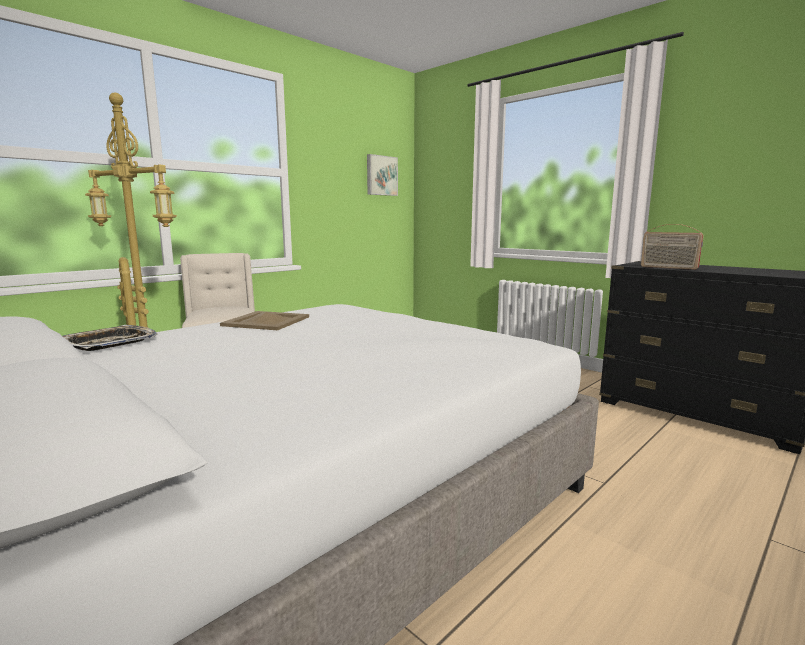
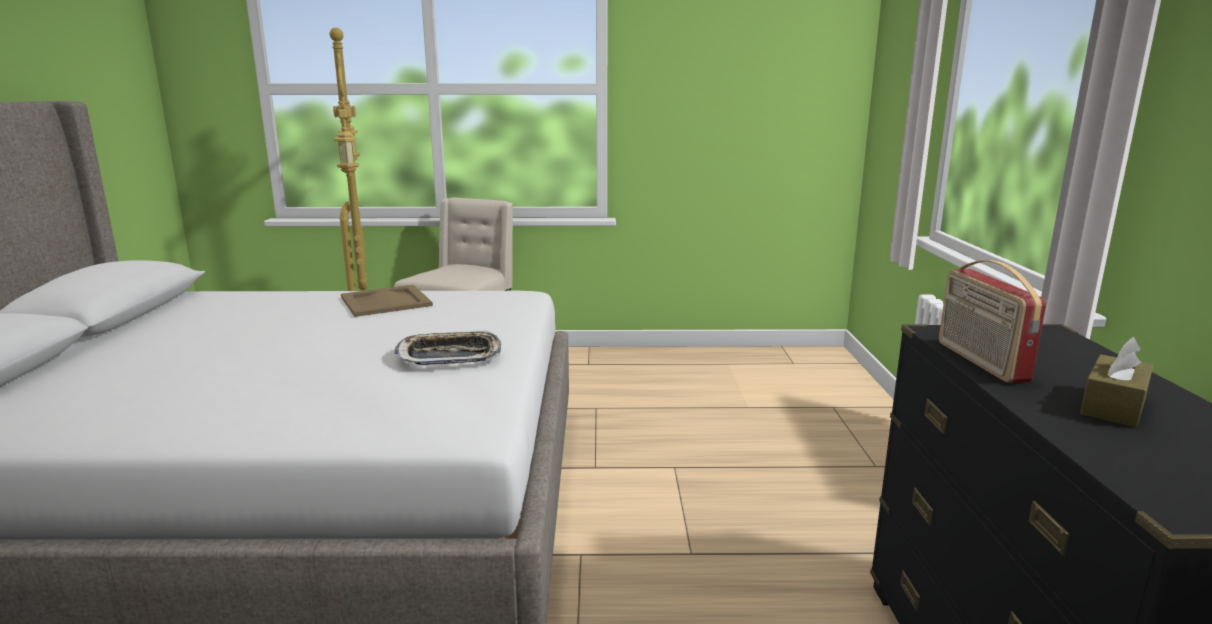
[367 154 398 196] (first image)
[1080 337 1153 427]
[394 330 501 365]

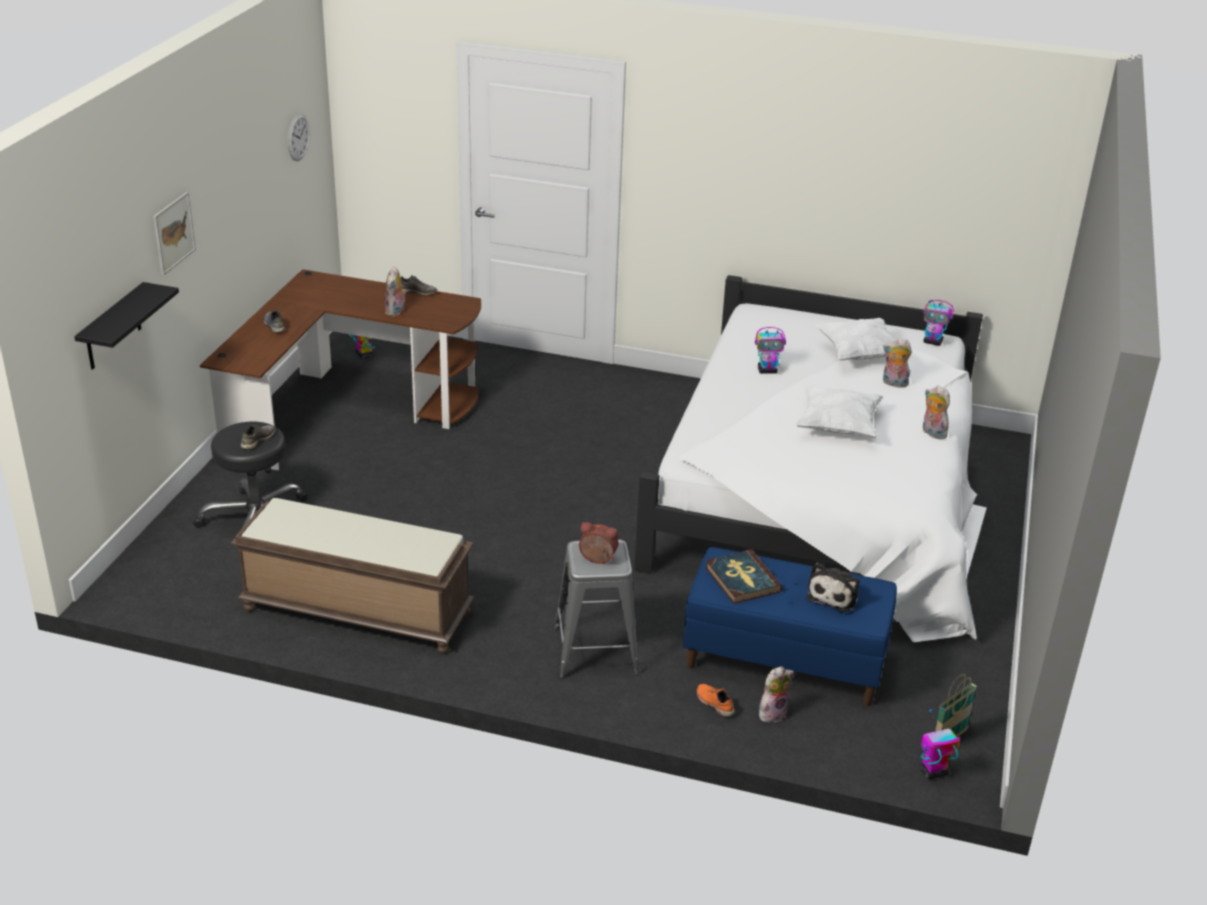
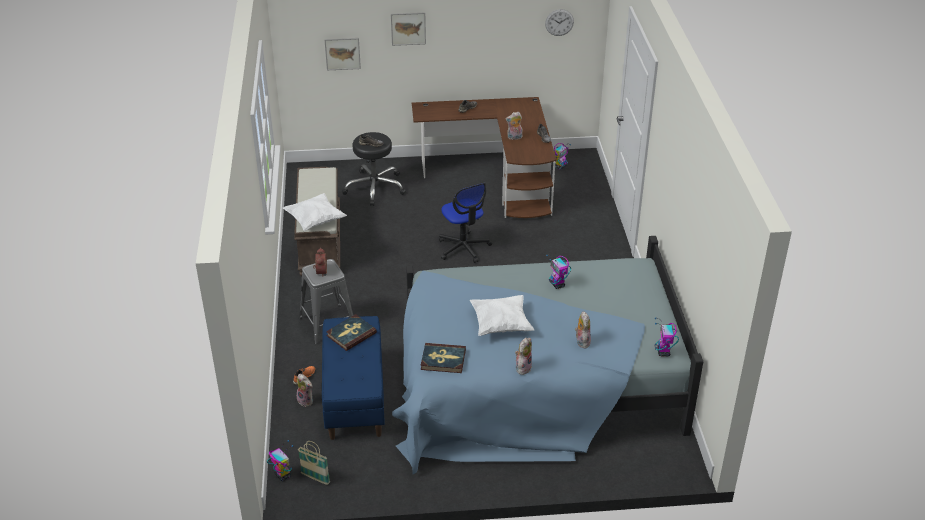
[806 563 860 612] (first image)
[421 343 466 373]
[439 183 492 263]
[283 193 347 231]
[324 38 361 70]
[392 236 704 474]

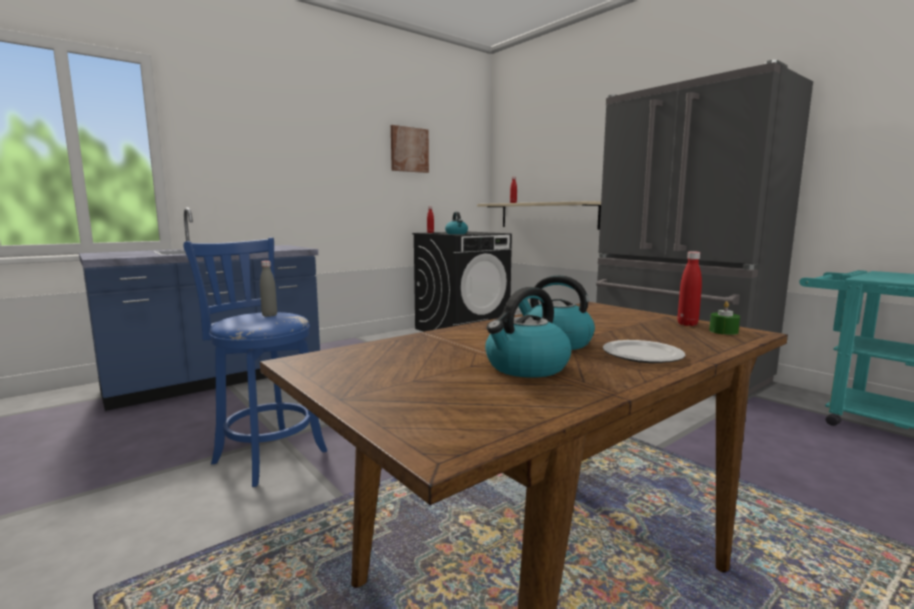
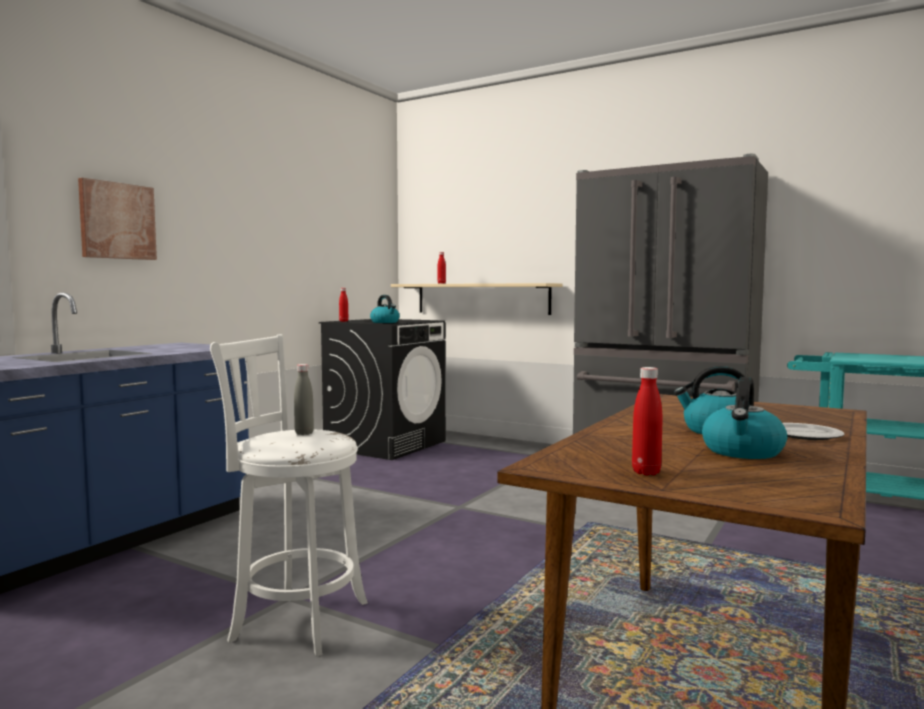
[709 301 740 335] (first image)
[78 178 157 260]
[632 367 662 475]
[210 334 368 657]

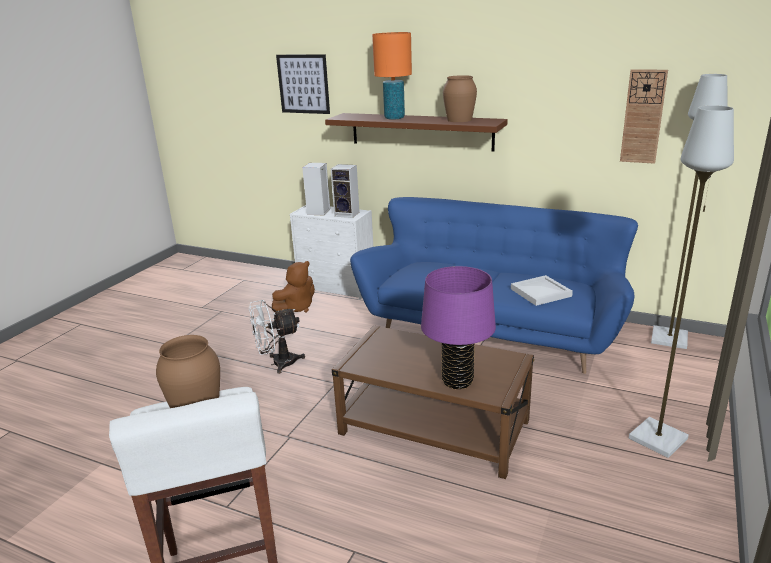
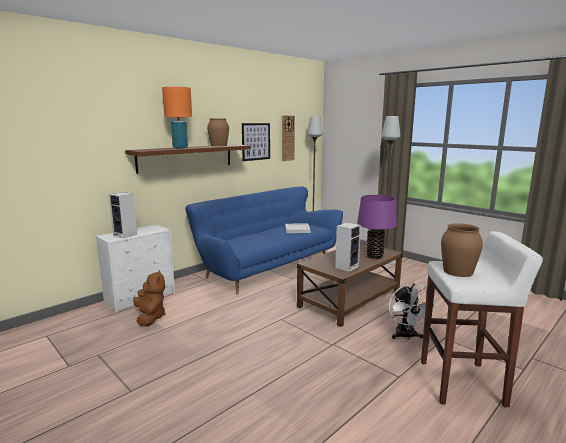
[389 283 437 340]
[242 123 270 161]
[335 222 361 272]

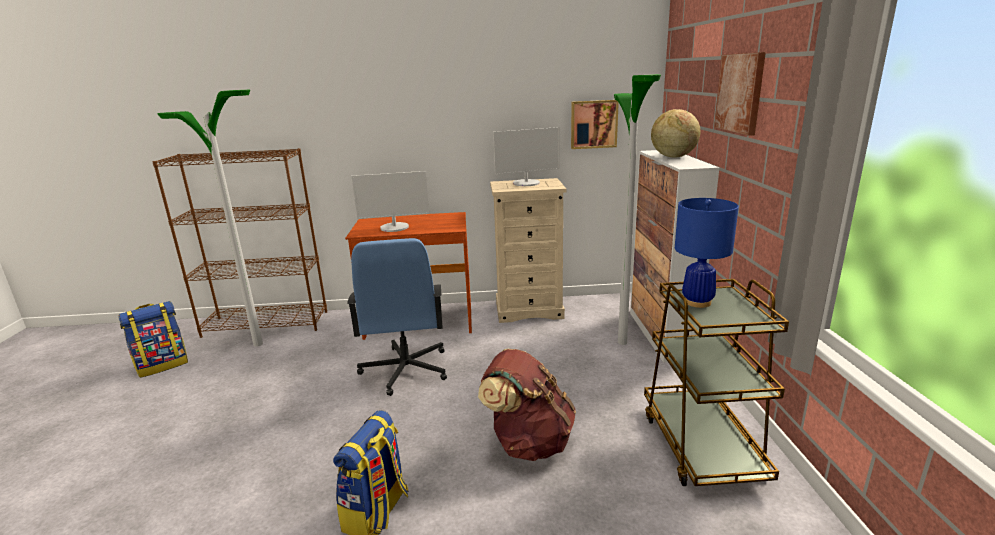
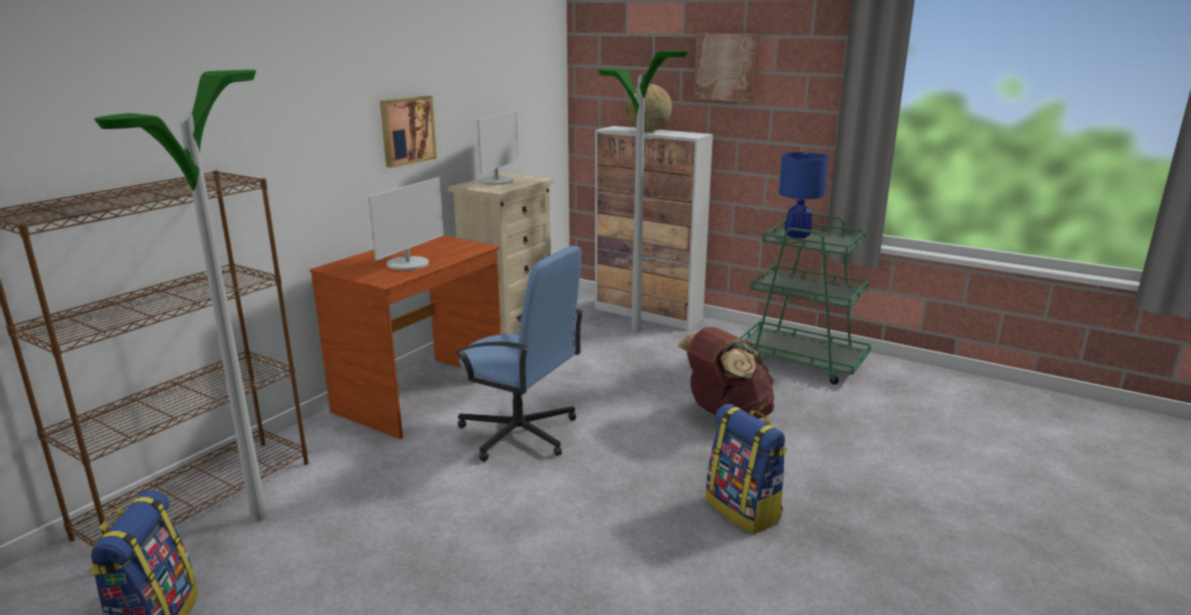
[380 96 437 168]
[740 213 871 385]

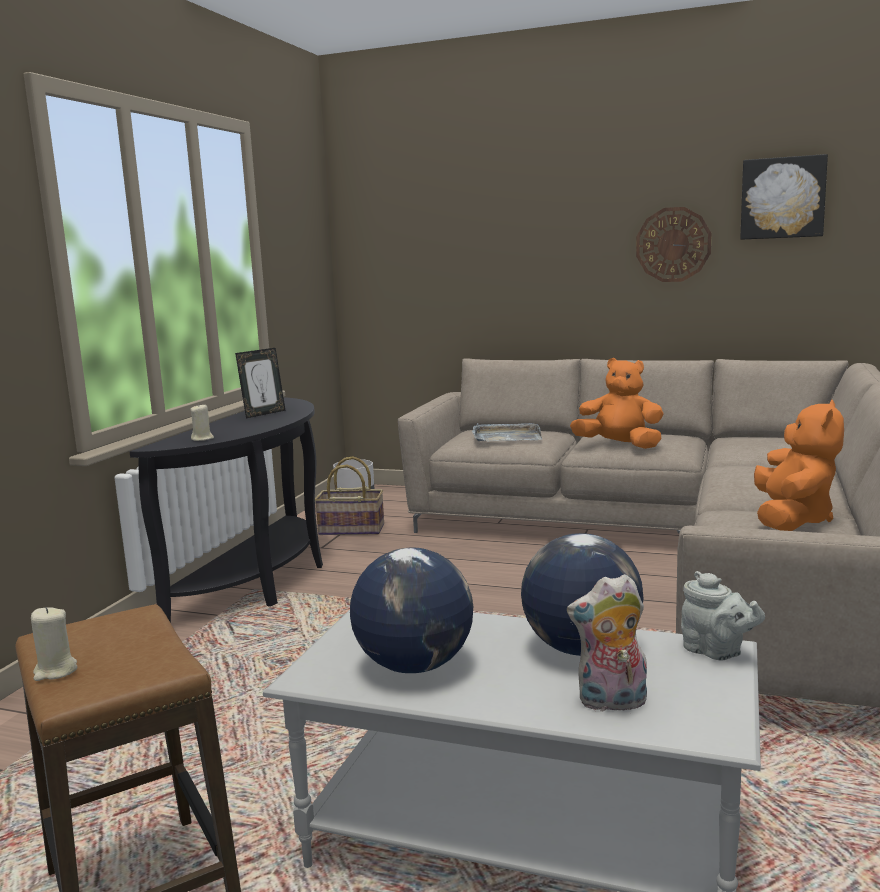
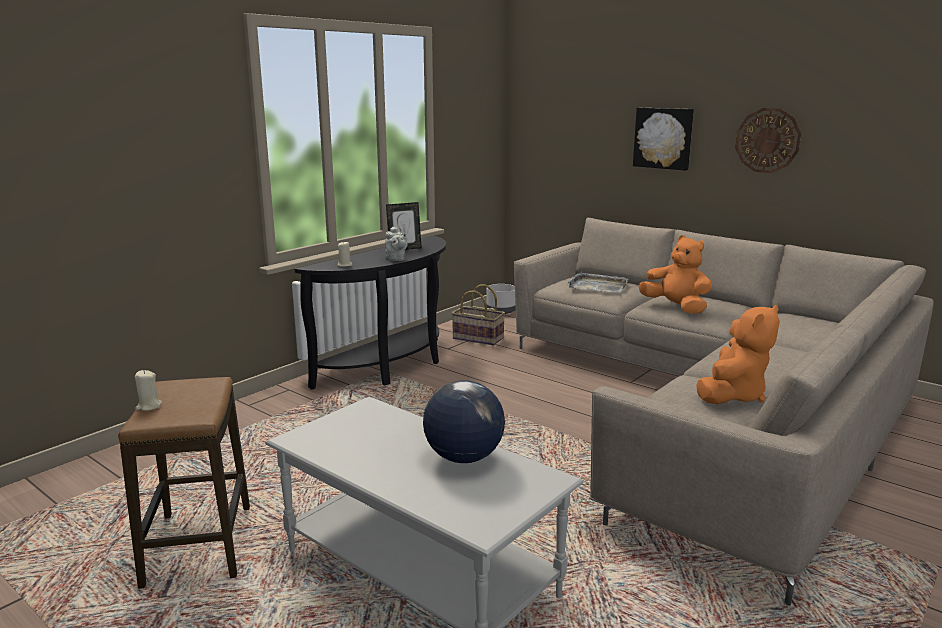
[350 548 473 673] (first image)
[567 574 647 714] (first image)
[385 226 408 261]
[633 108 694 171]

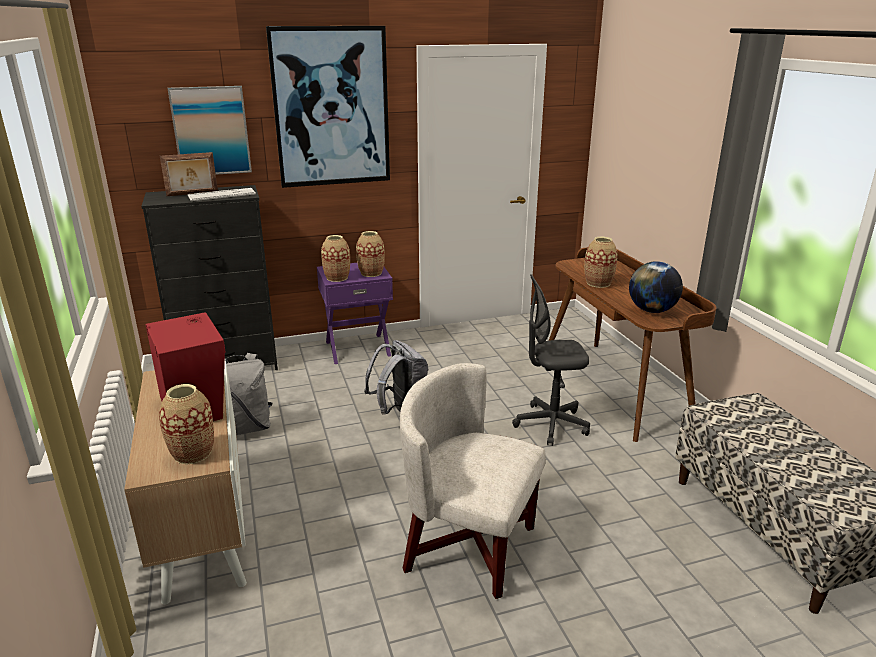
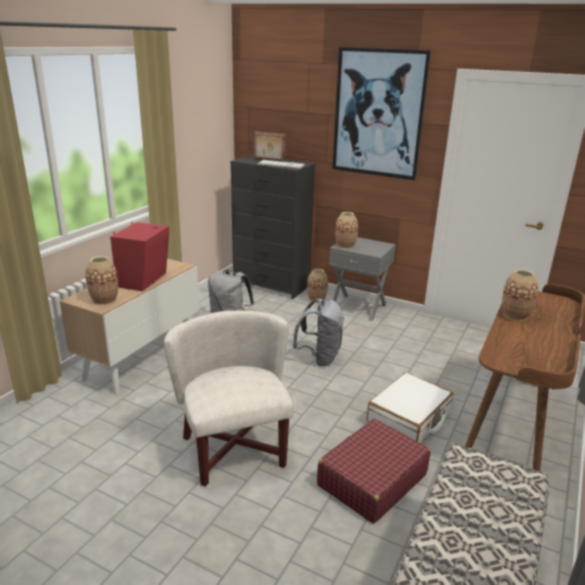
[167 86 252 175] (first image)
[629 261 683 313] (first image)
[317 419 431 523]
[307 269 328 303]
[367 372 453 443]
[329 237 396 321]

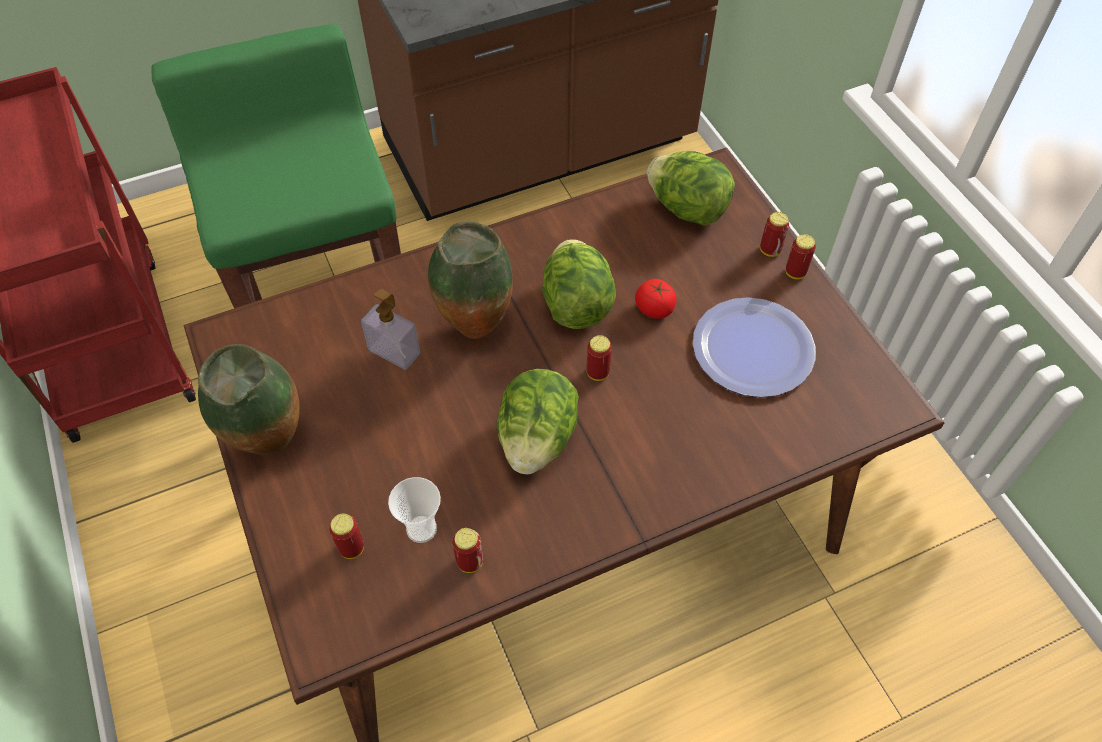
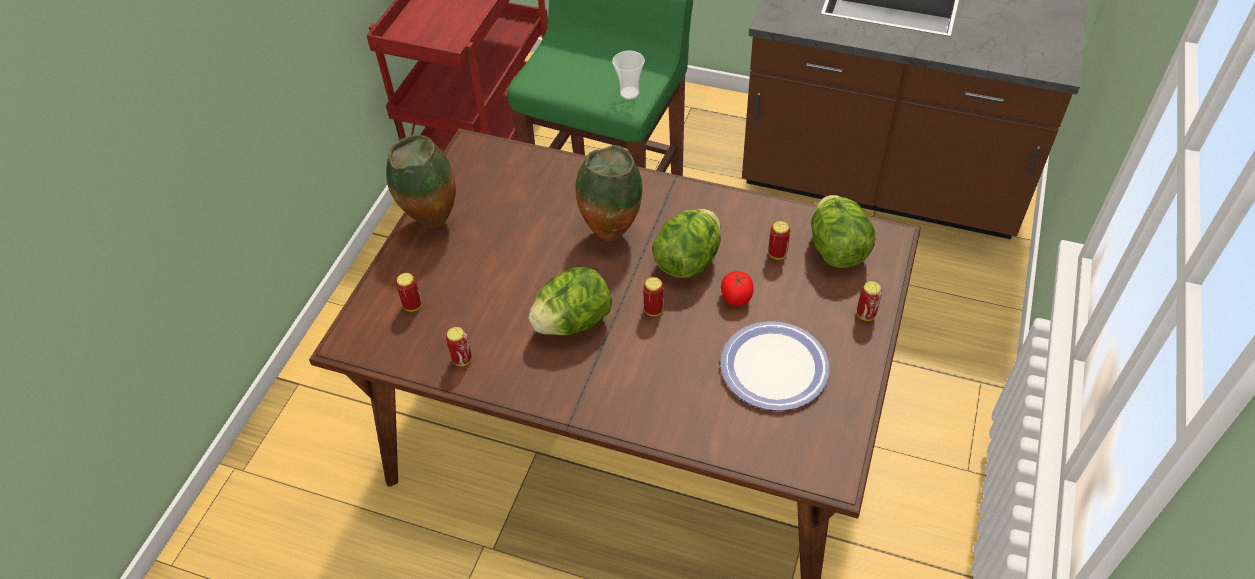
[361 289 420 370] (first image)
[612 51 645 99]
[768 221 790 260]

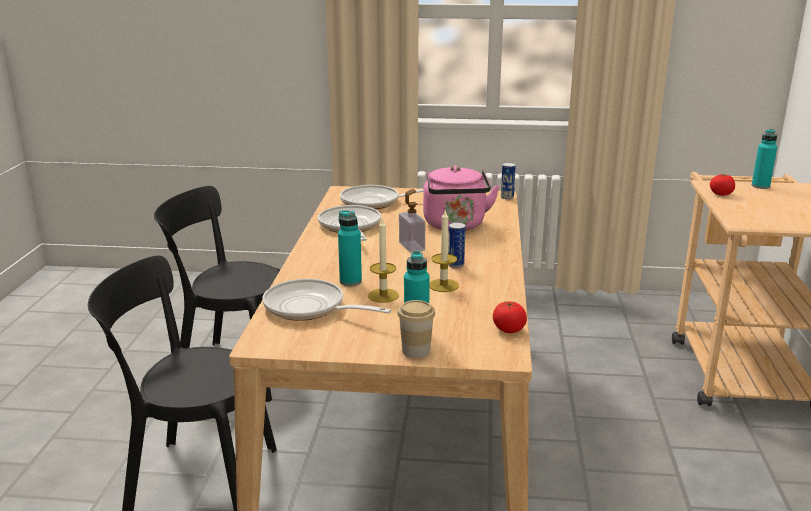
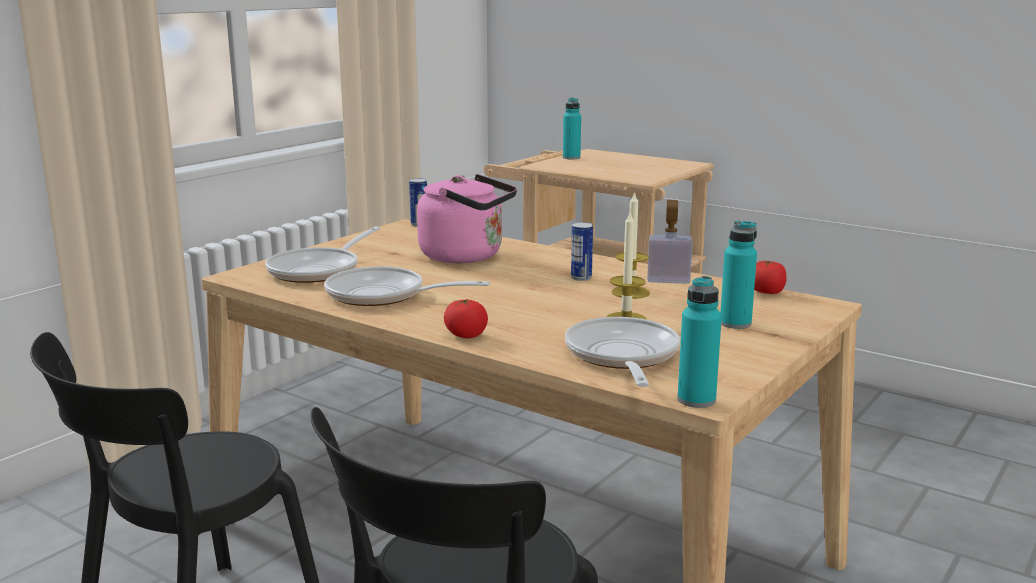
[397 300 435 358] (first image)
[678 276 722 408]
[647 200 693 284]
[444 298 488 338]
[565 317 680 387]

